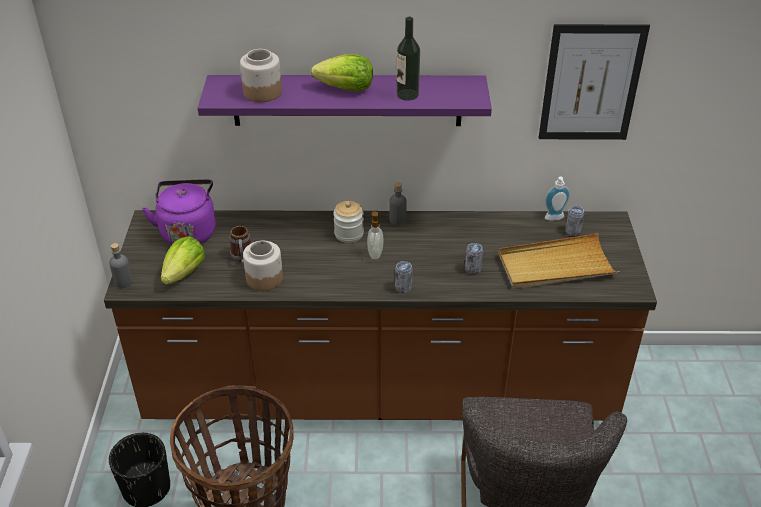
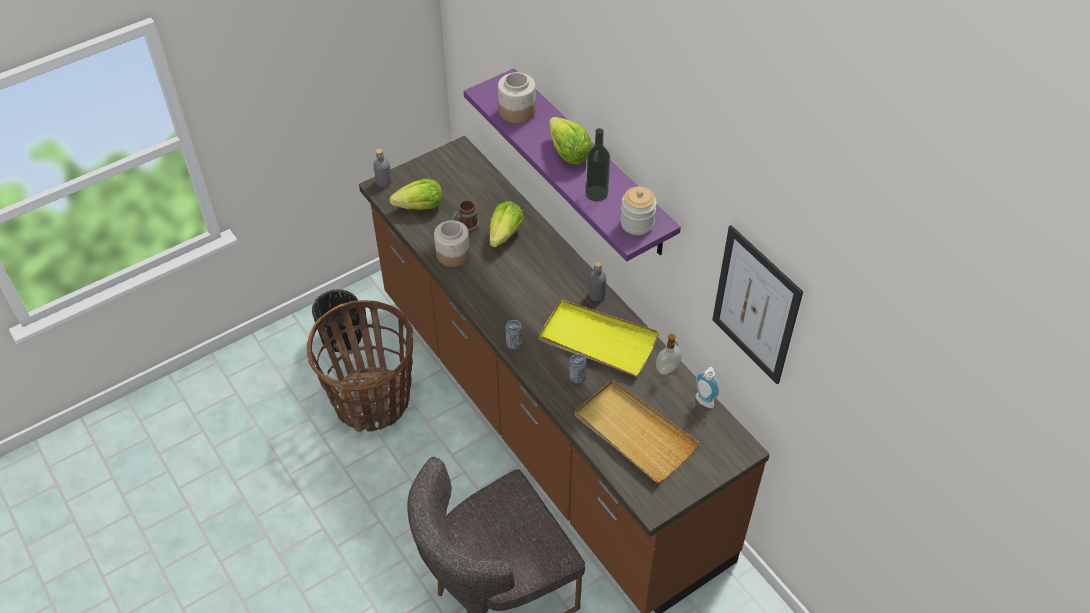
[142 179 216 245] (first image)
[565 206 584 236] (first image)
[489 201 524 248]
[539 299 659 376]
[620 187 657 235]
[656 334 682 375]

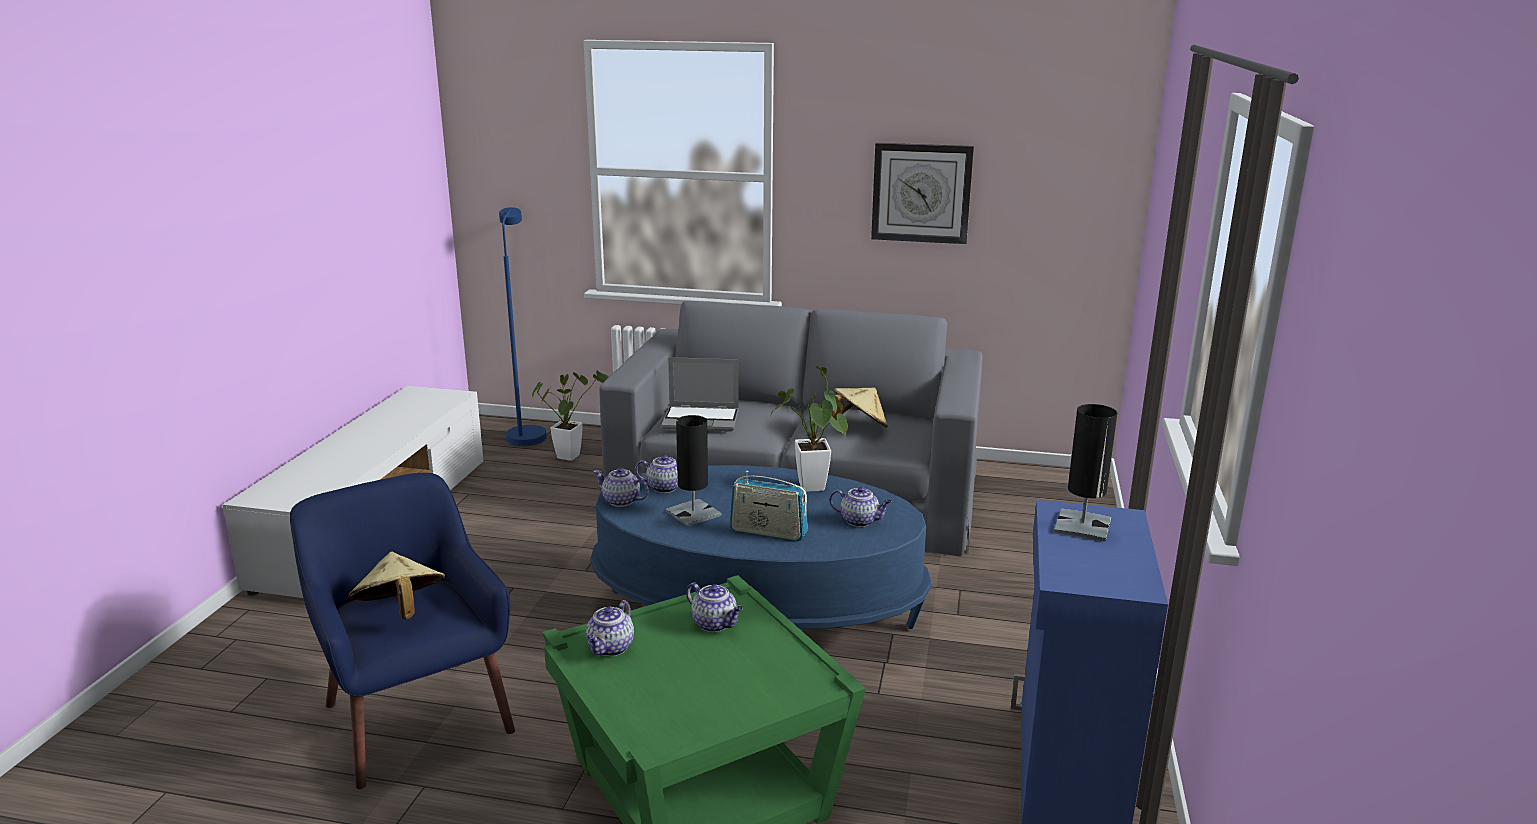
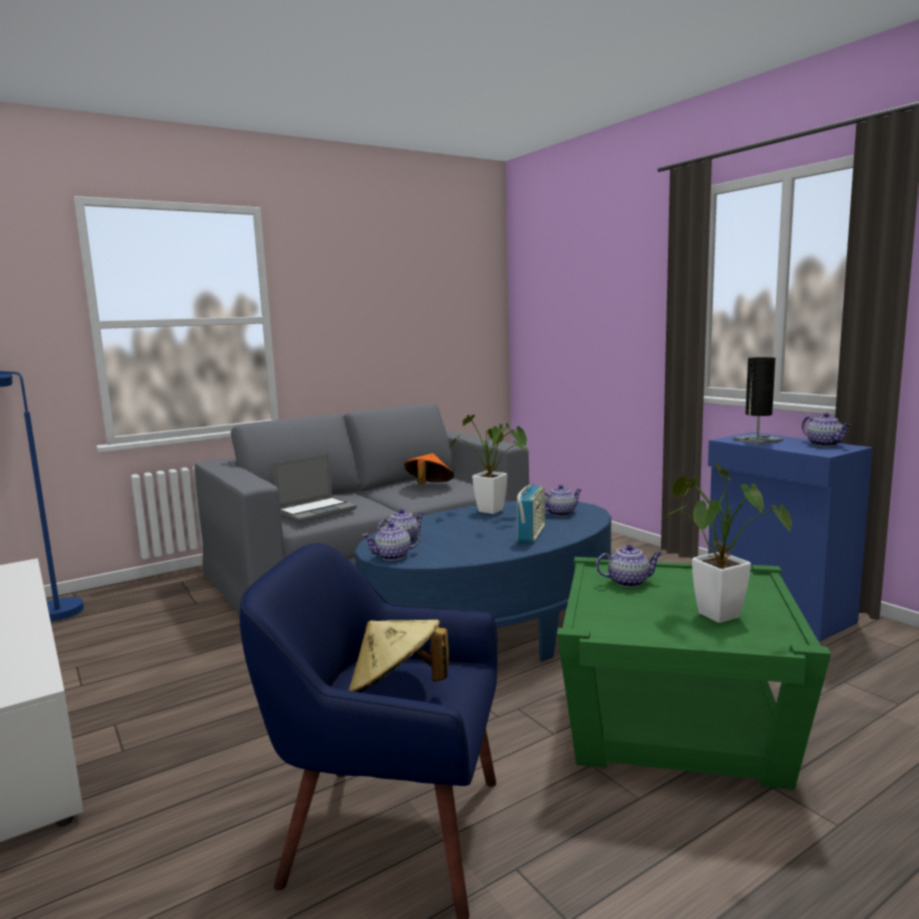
[666 415 721 526] (first image)
[871 143 974 244] (first image)
[663 462 792 623]
[802 413 851 446]
[404 453 454 484]
[517 485 545 544]

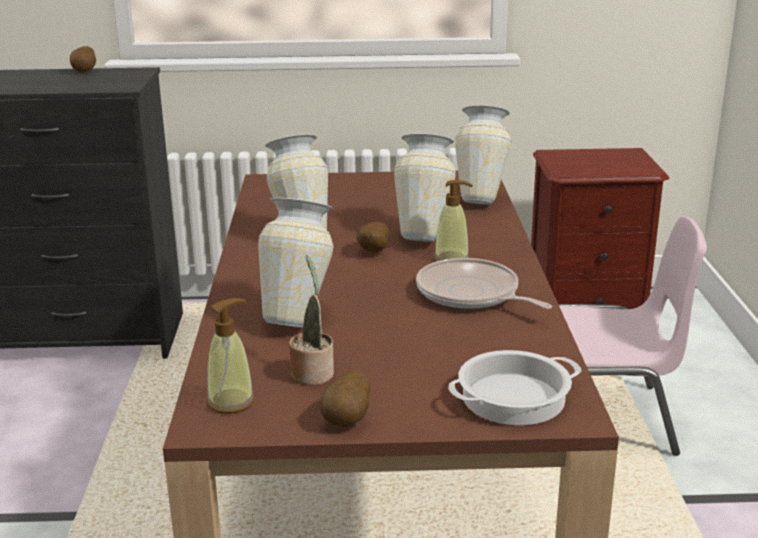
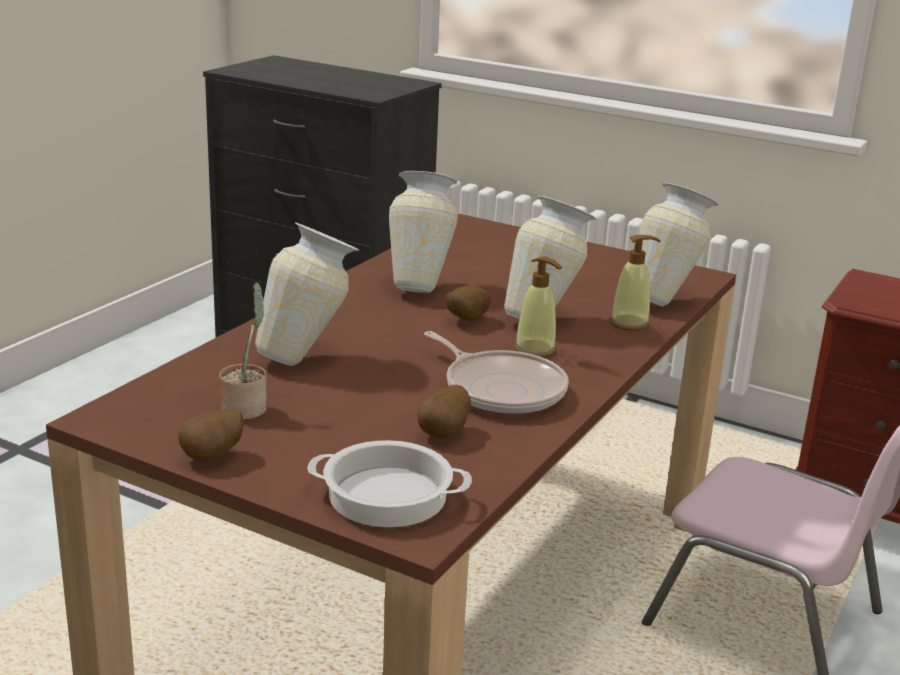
[417 385 471 438]
[610 235 661 331]
[424 331 569 414]

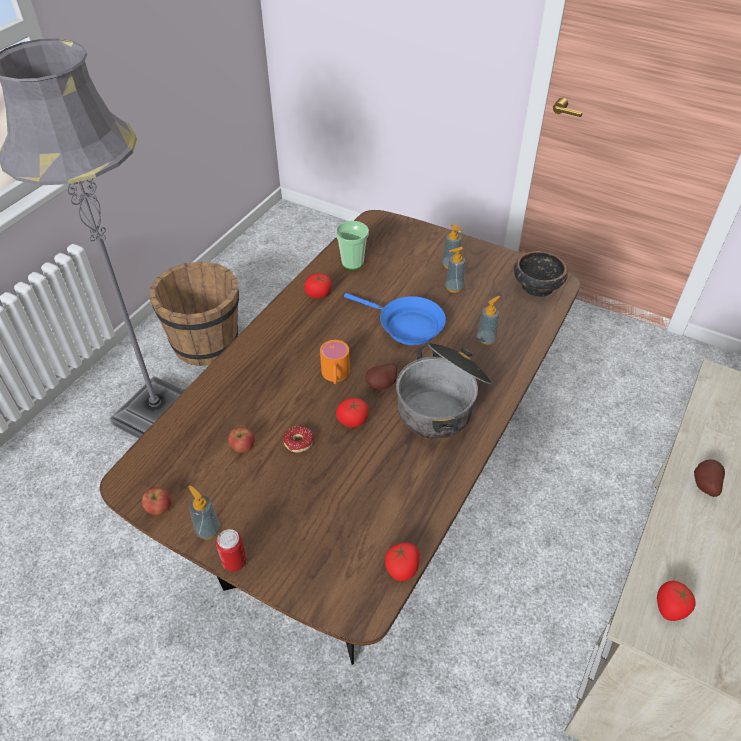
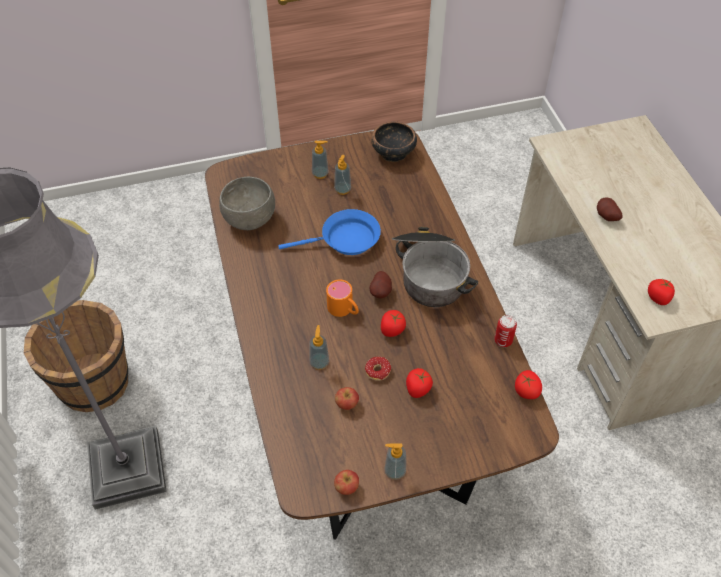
[494 315 517 347]
[406 368 433 398]
[309 325 329 370]
[219 177 275 230]

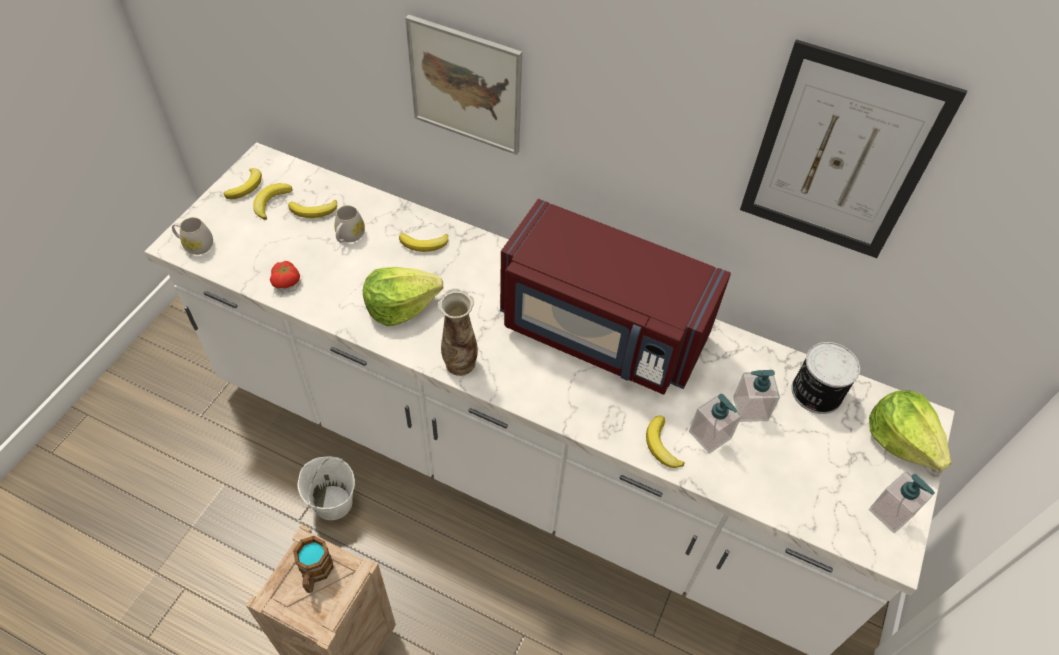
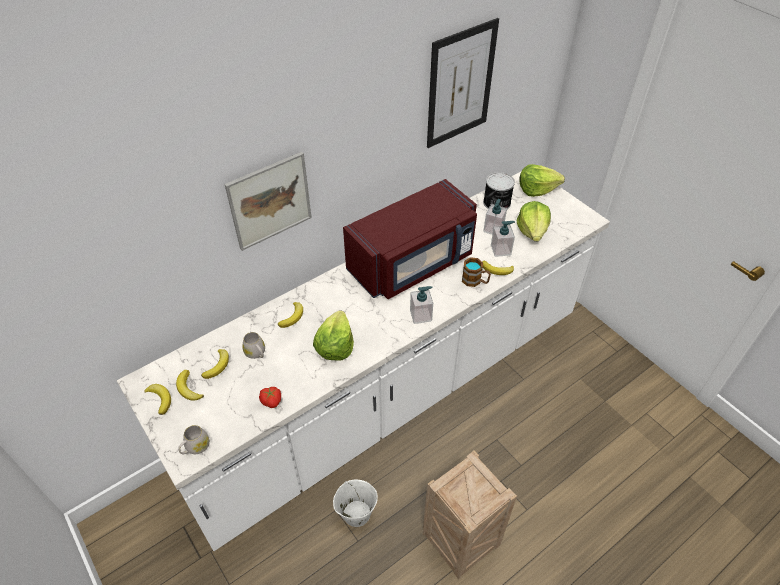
[438 288 478 376] (first image)
[517 201 551 241]
[462 257 491 287]
[410 286 433 324]

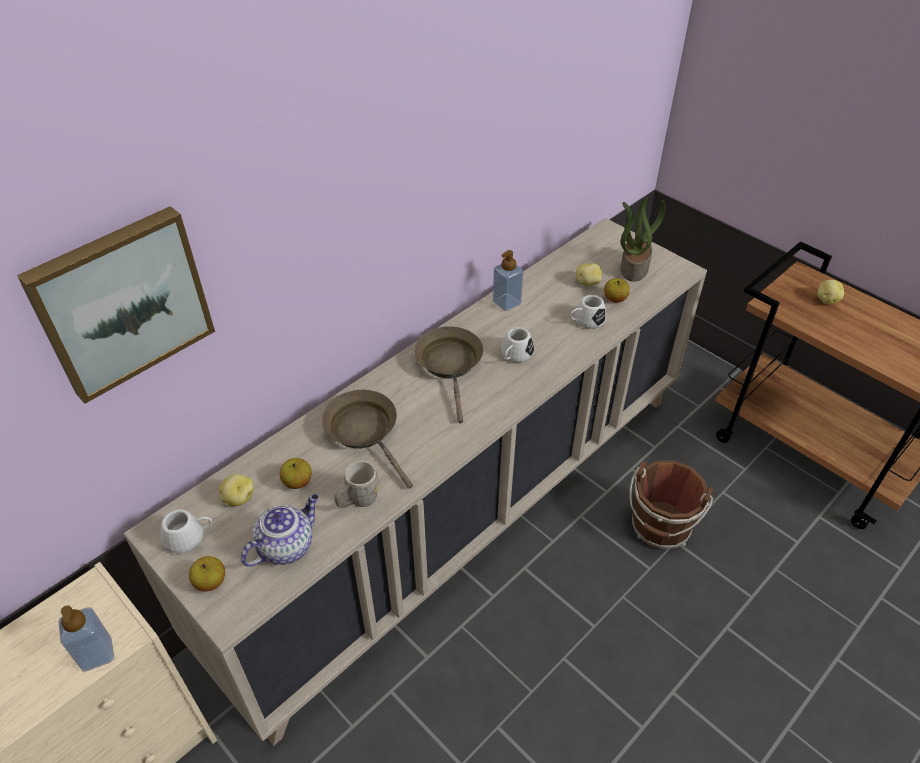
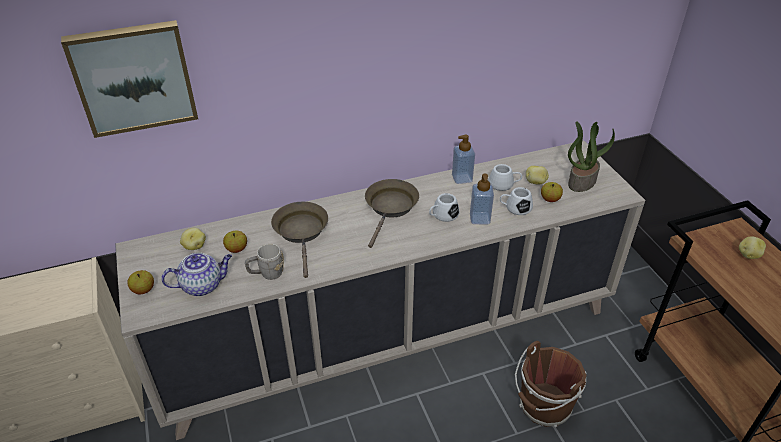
[470 173 494 224]
[488 164 522 191]

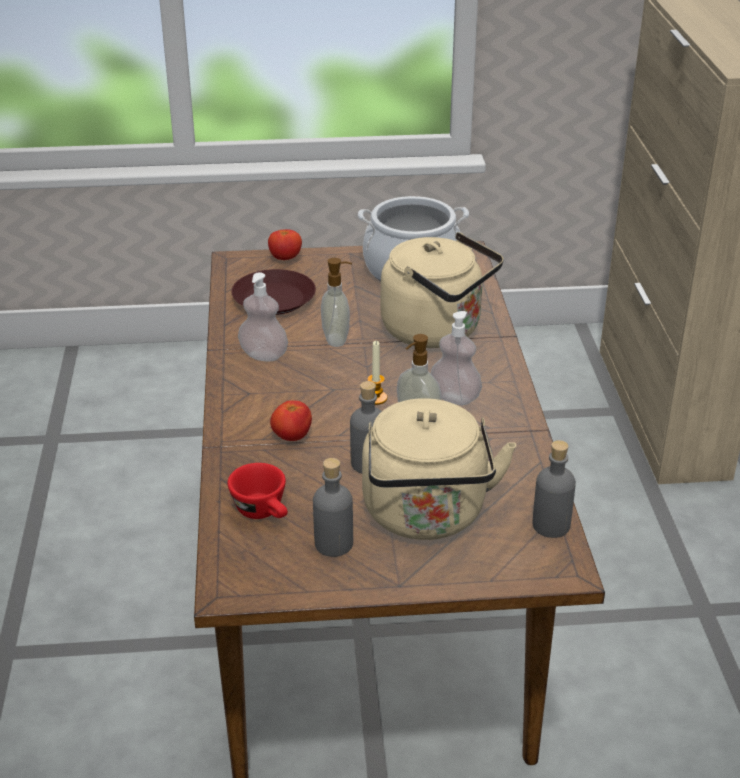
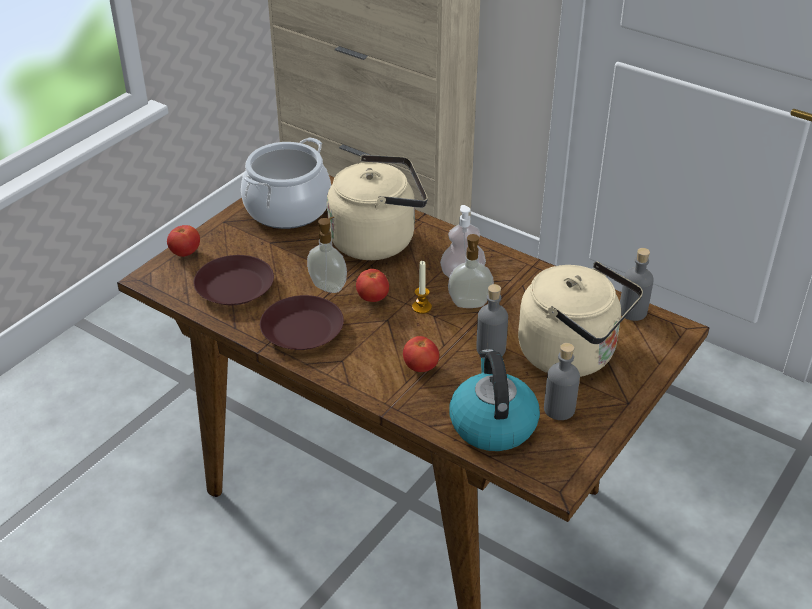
[356 269 389 302]
[449 349 540 451]
[260 295 344 350]

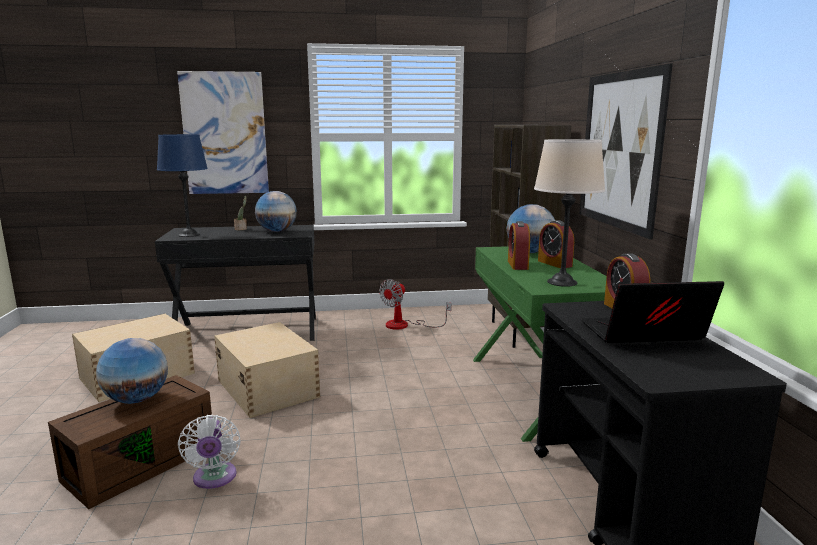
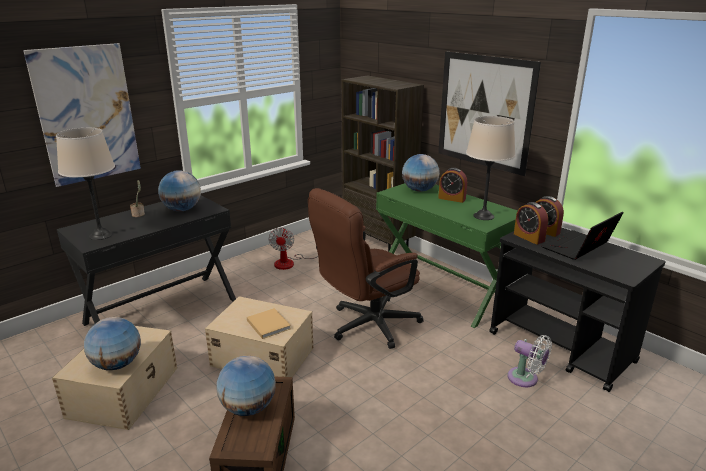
[84 317 141 370]
[247 308 291 339]
[308 188 423 349]
[507 335 552 387]
[514 202 548 245]
[56 128 115 240]

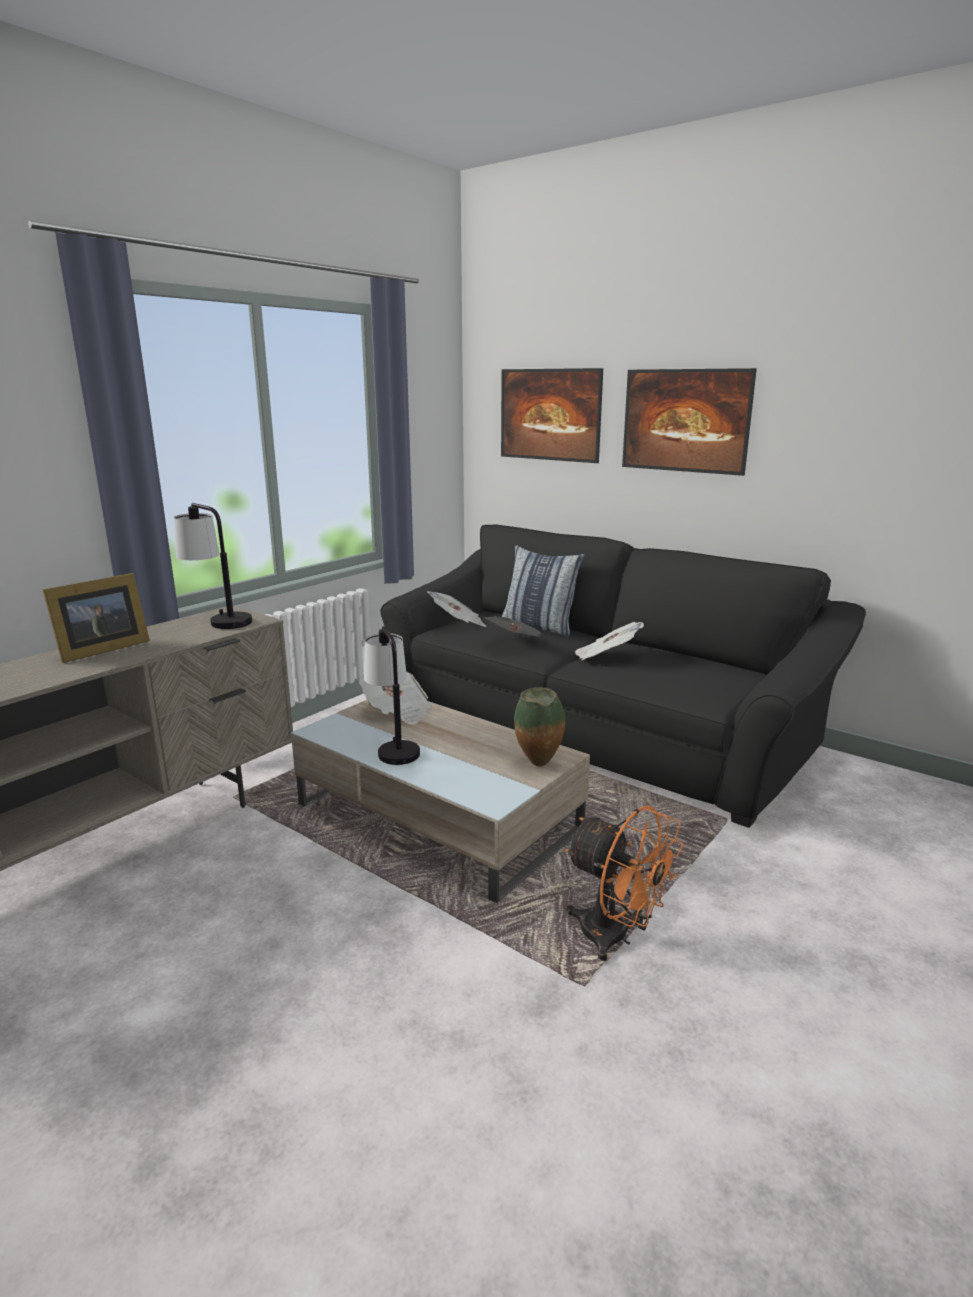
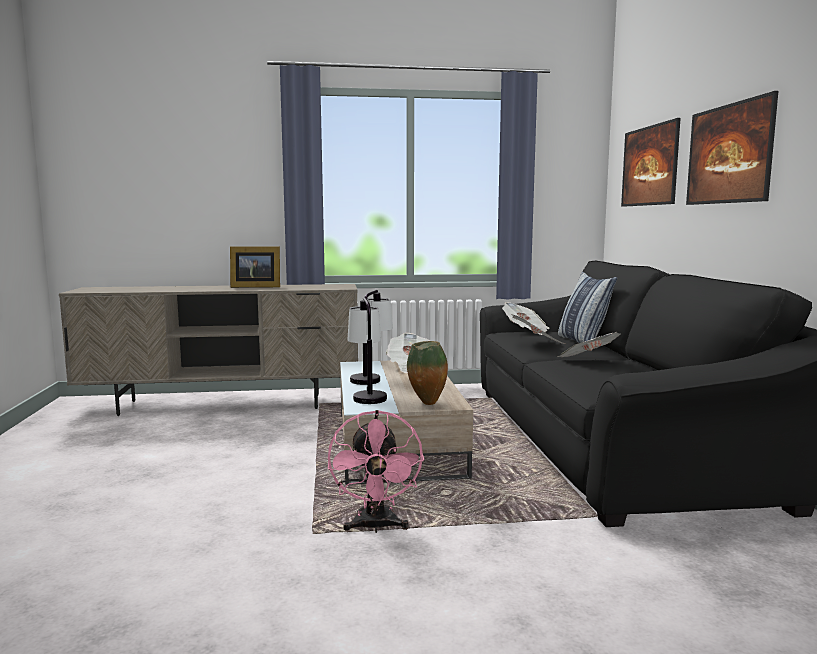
[347 297 387 404]
[328 410 424 533]

